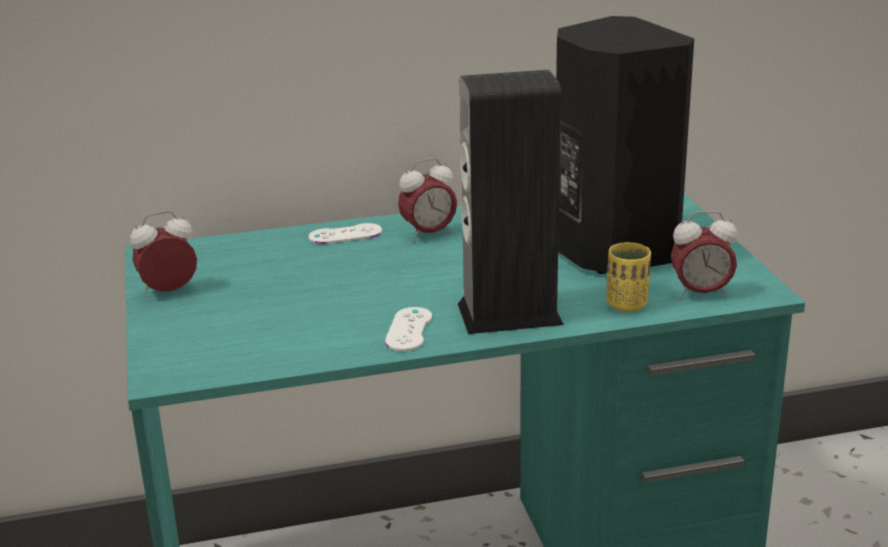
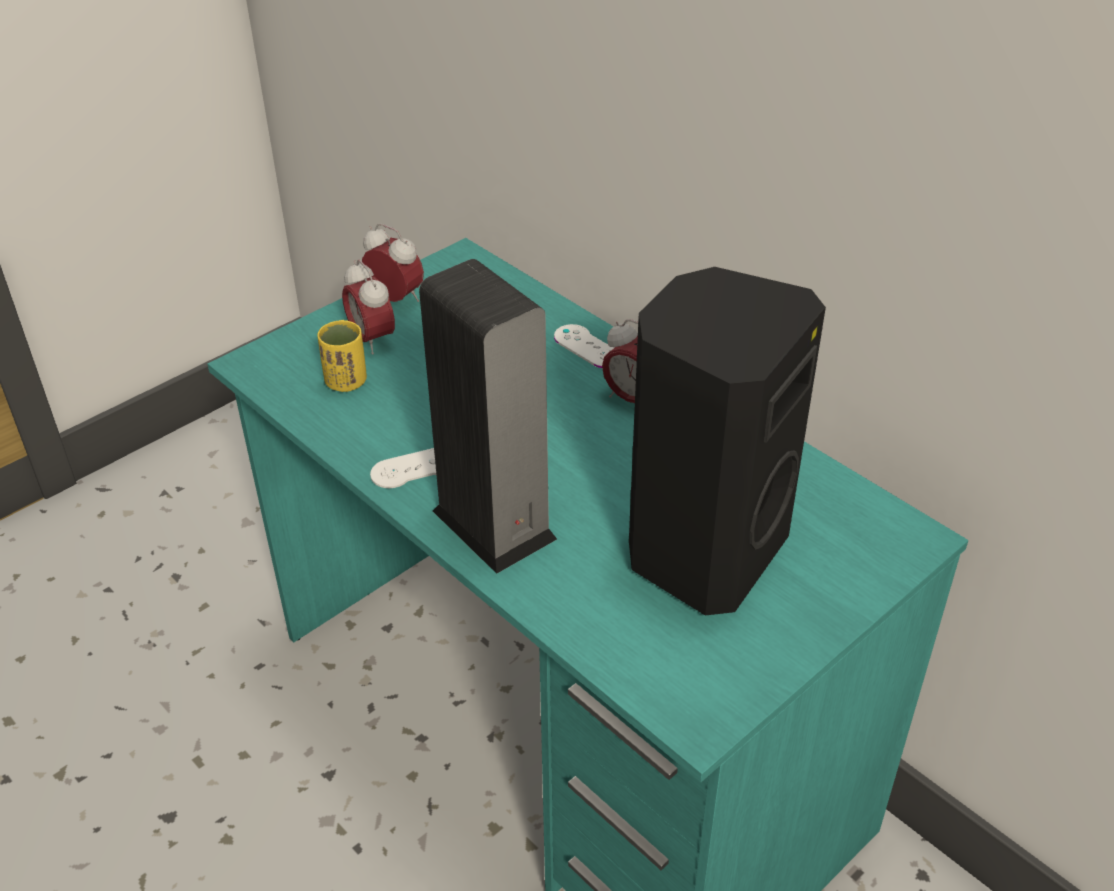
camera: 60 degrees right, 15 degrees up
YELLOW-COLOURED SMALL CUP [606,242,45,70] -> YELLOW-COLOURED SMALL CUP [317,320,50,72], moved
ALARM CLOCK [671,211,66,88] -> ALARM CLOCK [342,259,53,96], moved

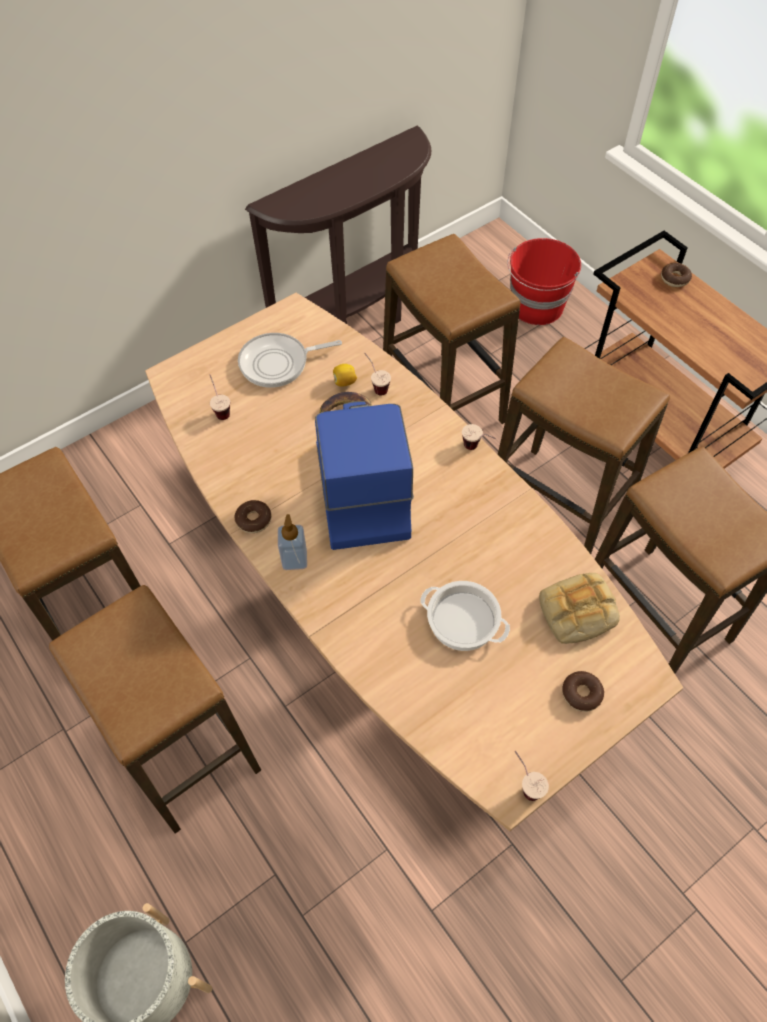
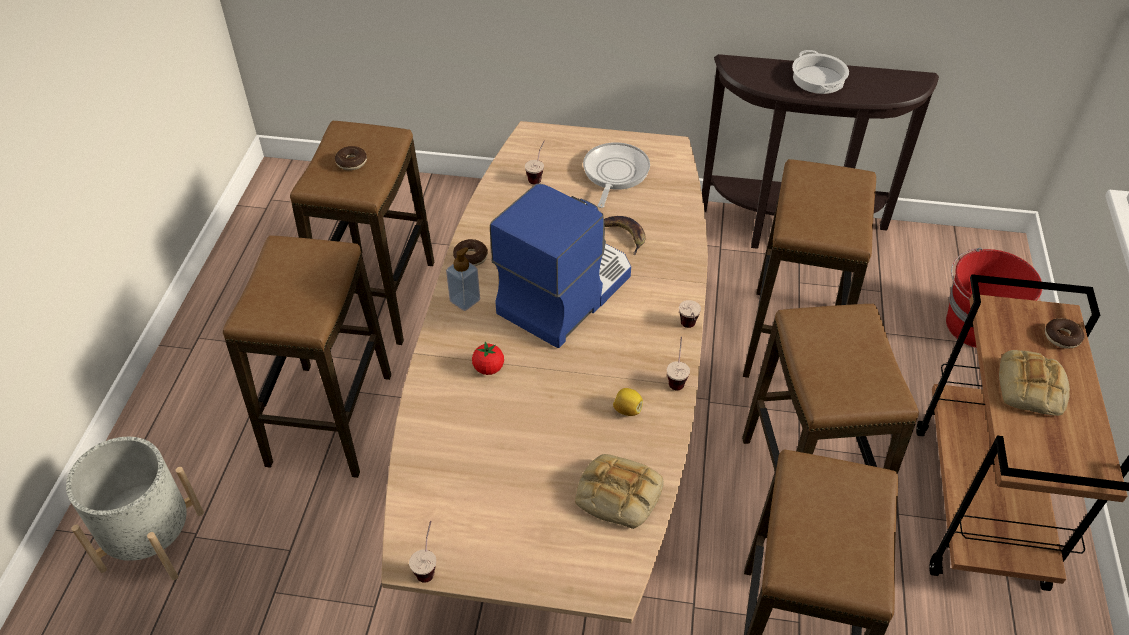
camera: 45 degrees right, 10 degrees down
none -> FRESH TOMATO [472,342,32,33]
none -> BAKED BREAD [999,350,71,66]
CITRUS FRUIT [333,364,24,23] -> CITRUS FRUIT [613,388,30,28], moved
SMALL CUP [364,353,27,42] -> SMALL CUP [667,337,23,54], moved
STOCKPOT [421,581,89,70] -> STOCKPOT [792,50,57,44], moved
DOUGHNUT [562,671,42,41] -> DOUGHNUT [335,146,32,24], moved
FRYING PAN [238,333,104,55] -> FRYING PAN [583,142,67,66], 75 degrees clockwise

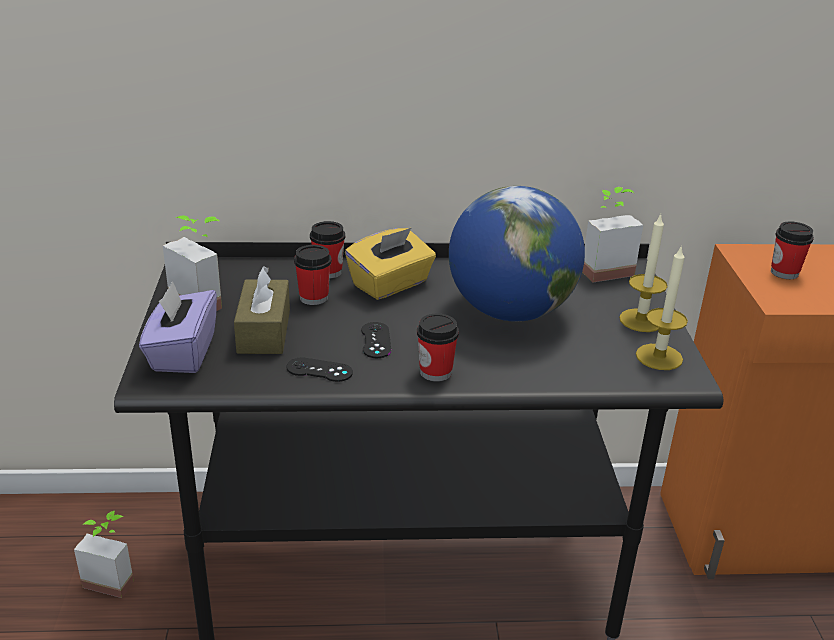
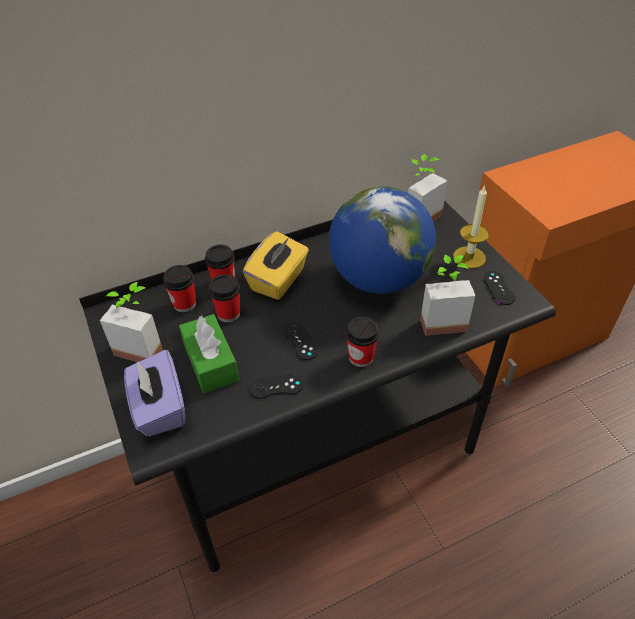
camera: 20 degrees left, 15 degrees up
POTTED PLANT [74,511,60,87] -> POTTED PLANT [420,255,55,81], moved
SMALL CUP [771,221,43,58] -> SMALL CUP [163,265,33,48], moved
CANDLE [636,245,52,125] -> BLACKISH GAMEPAD [483,271,32,34]
BROWNISH TISSUE BOX [234,266,56,88] -> GREEN TISSUE BOX [179,314,60,79]

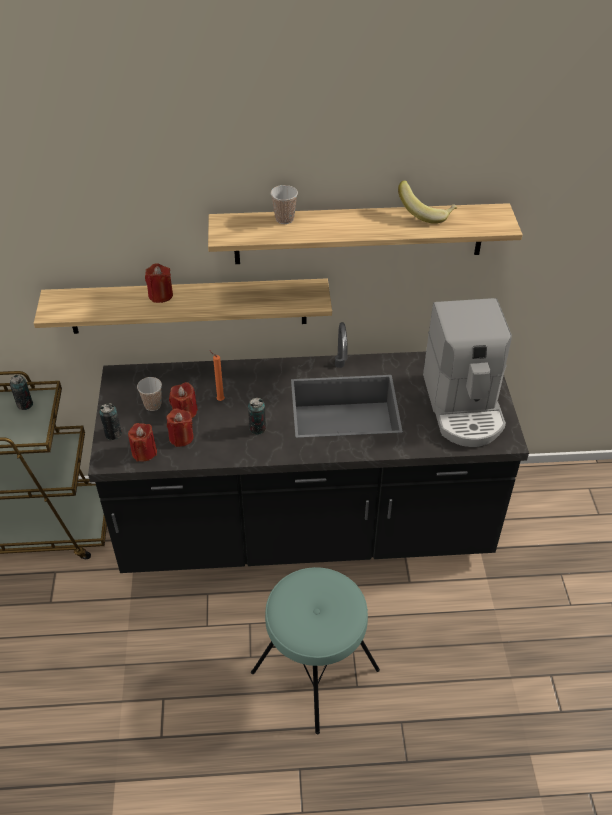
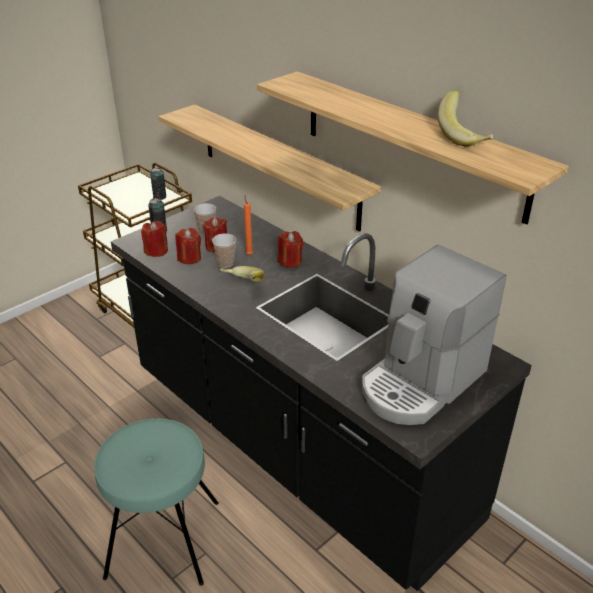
camera: 50 degrees right, 10 degrees down
RED-COLOURED CANDLE [145,263,28,40] -> RED-COLOURED CANDLE [278,231,26,37], moved
SMALL CUP [271,185,27,39] -> SMALL CUP [212,233,24,35], moved
METAL CAN [248,398,18,37] -> WHOLE BANANA [220,266,44,16]

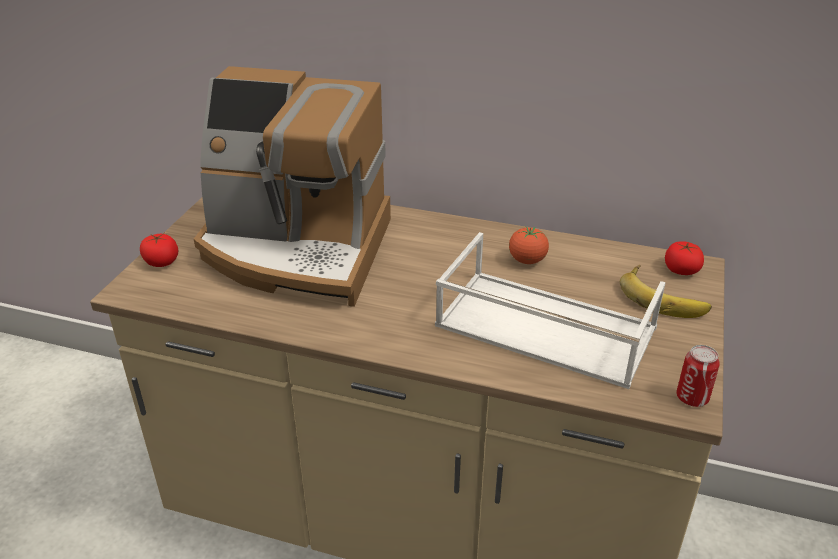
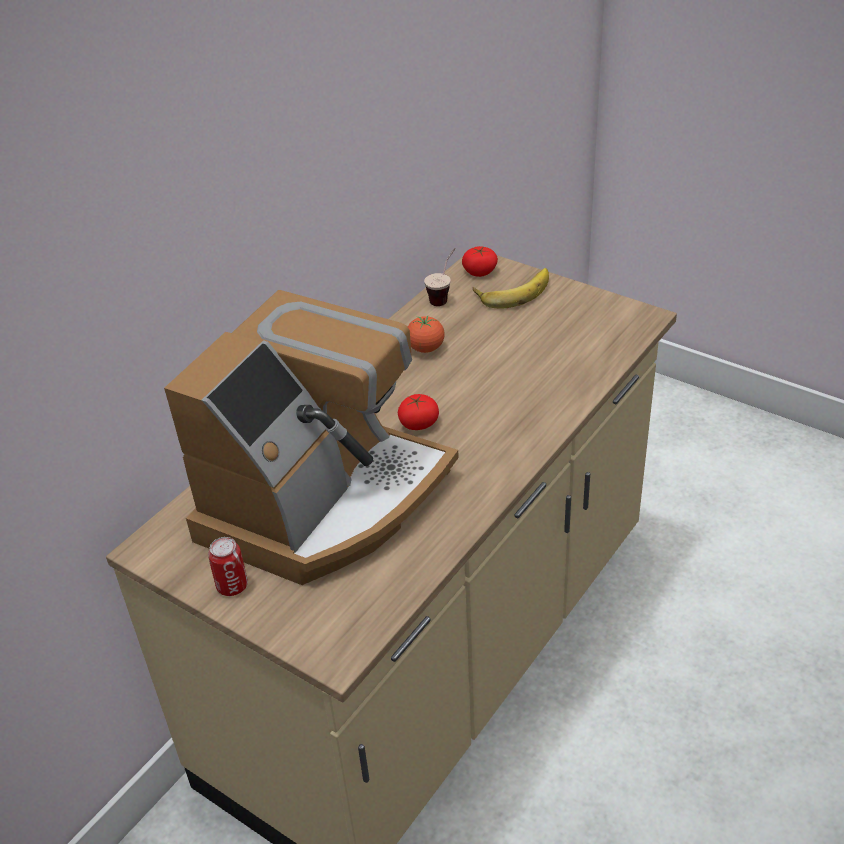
camera: 70 degrees left, 5 degrees up
WHITE CARRYING TRAY [435,232,231,157] -> none
none -> SMALL CUP [424,248,31,58]
FRESH TOMATO [140,234,38,33] -> FRESH TOMATO [398,394,41,36], moved
METAL CAN [676,345,44,62] -> METAL CAN [208,537,40,59], moved

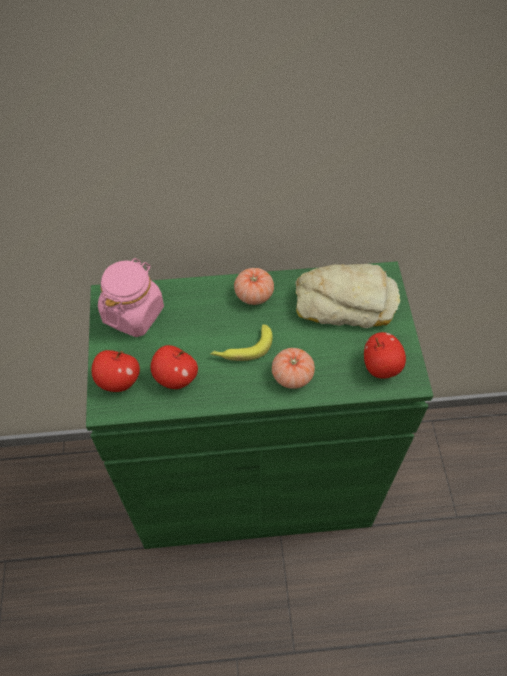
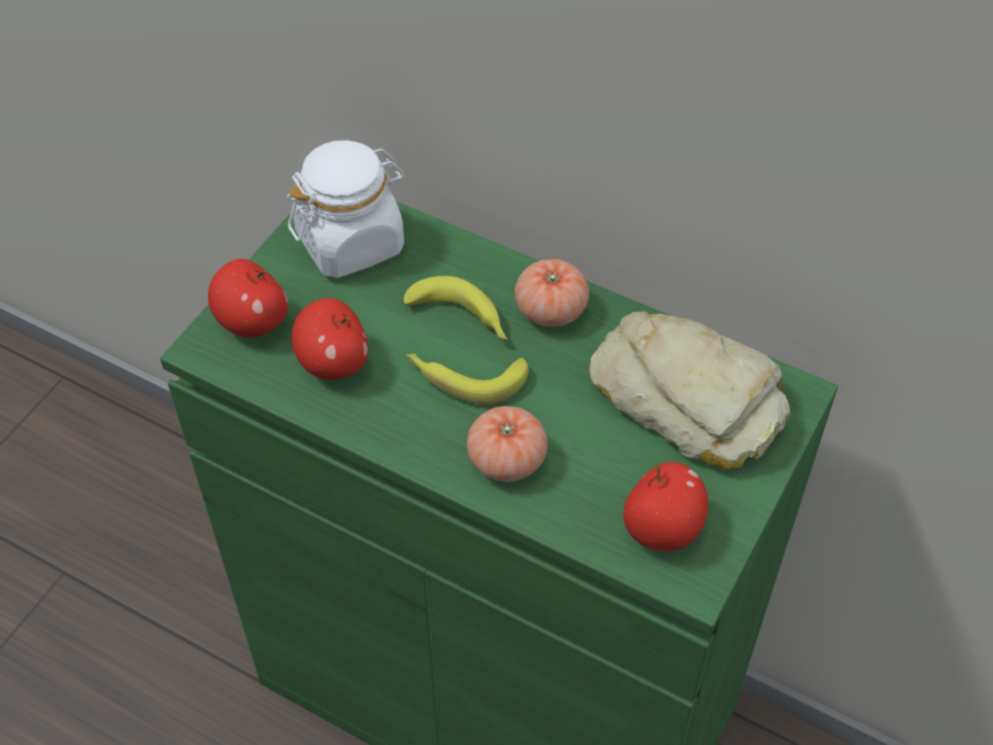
camera: 35 degrees right, 5 degrees down
none -> WHOLE BANANA [403,276,105,64]
PINKISH JAR [98,258,66,79] -> WHITE JAR [287,140,117,138]

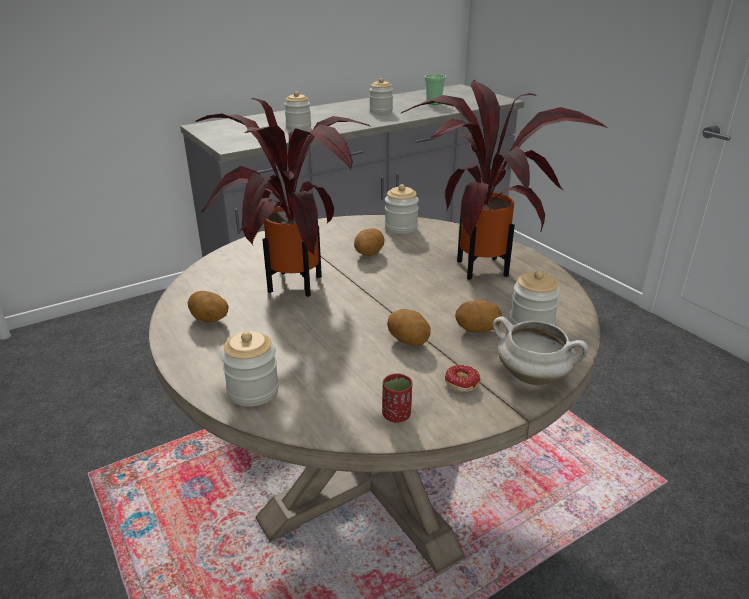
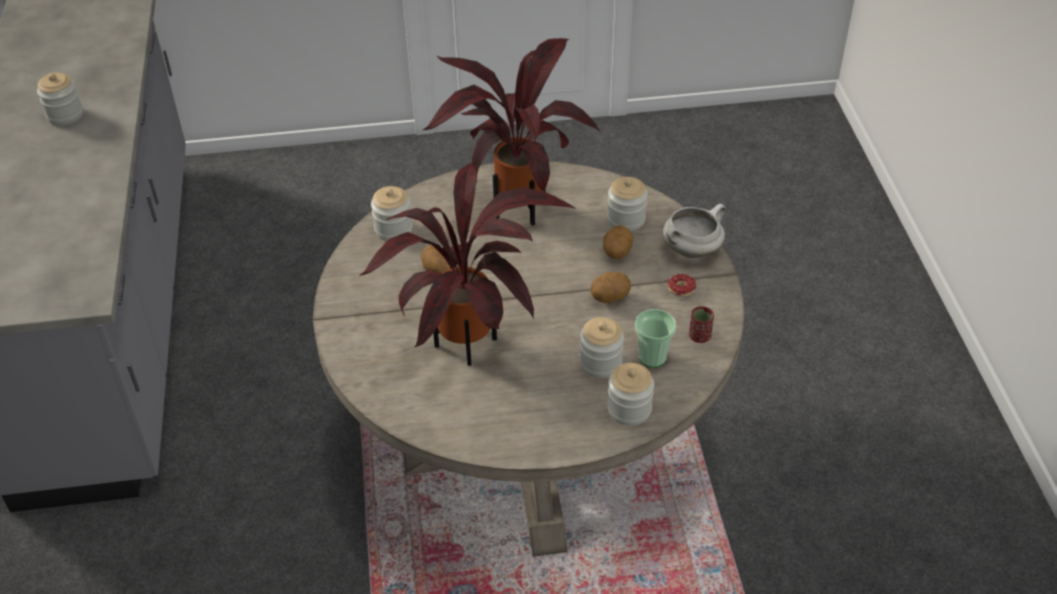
camera: 65 degrees left, 15 degrees up
WHOLE POTATO [188,291,41,31] -> none
JAR [284,91,27,39] -> JAR [579,317,45,61], moved
SMALL CUP [424,74,22,31] -> SMALL CUP [635,309,41,59], moved

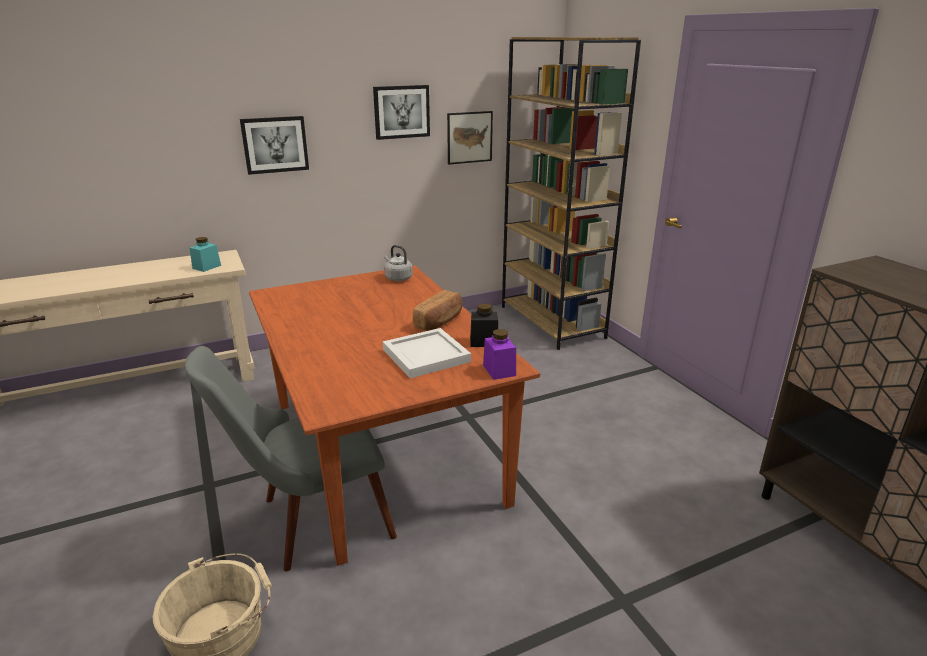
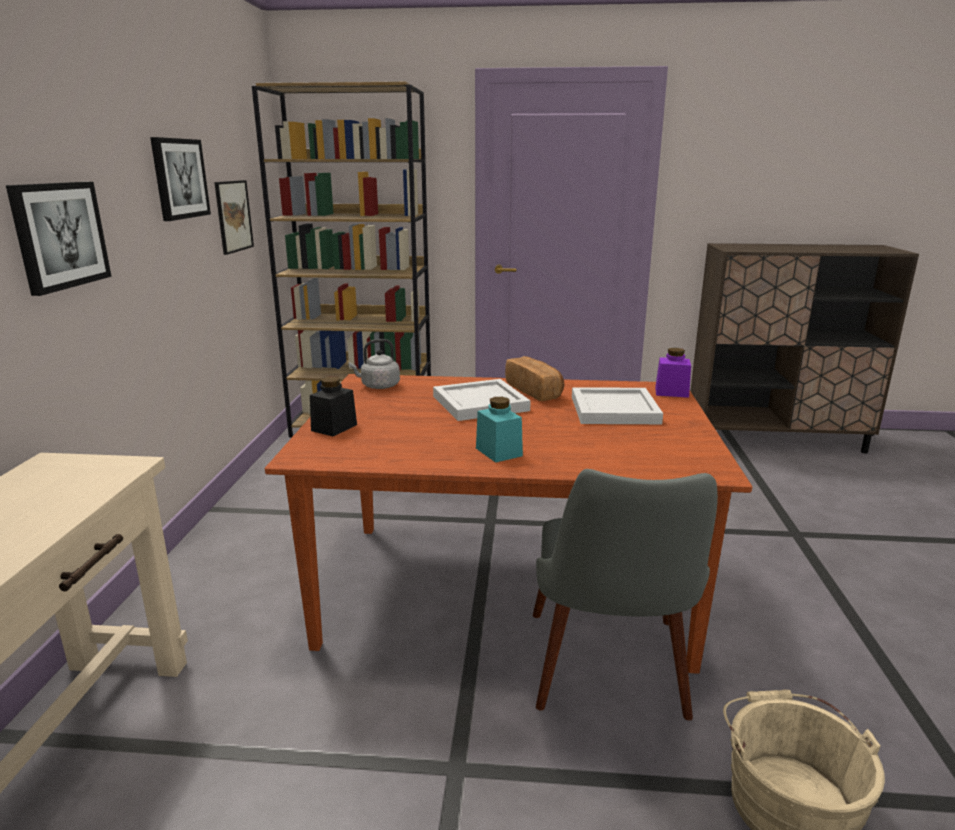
camera: 60 degrees left, 5 degrees down
none -> WHITE CARRYING TRAY [433,379,98,42]
BLUE-GREEN JAR [190,237,31,35] -> BLUE-GREEN JAR [476,397,47,66], moved
BLACKISH JAR [470,303,28,44] -> BLACKISH JAR [310,377,47,59], moved

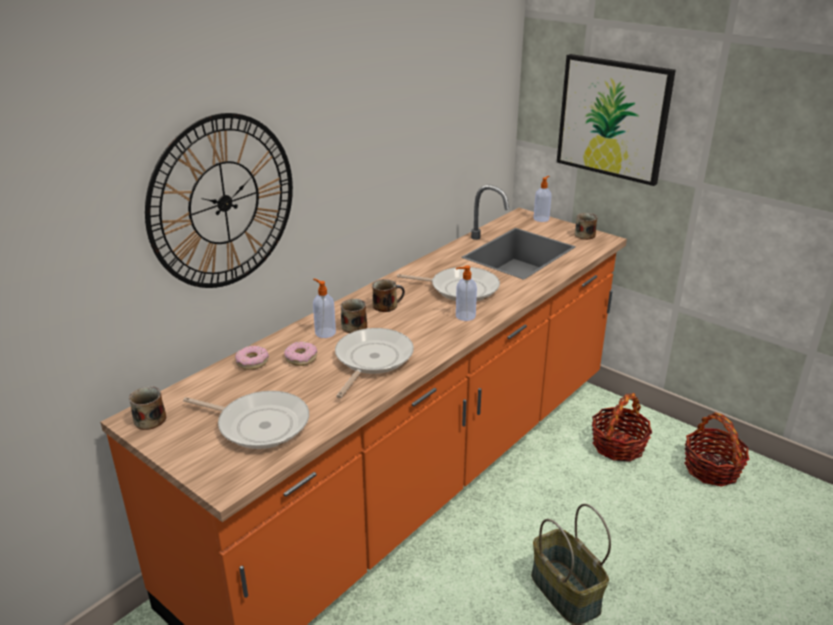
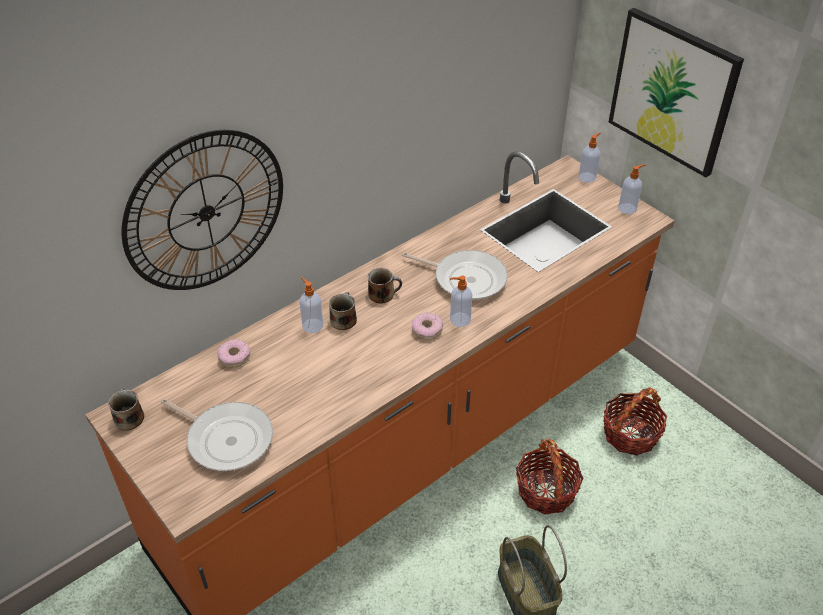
camera: 10 degrees right, 15 degrees up
FRYING PAN [335,328,79,70] -> none
DOUGHNUT [284,342,33,24] -> DOUGHNUT [412,313,31,27], moved
BASKET [684,412,65,75] -> BASKET [516,439,68,76], moved
TEA MUG [575,213,22,27] -> SOAP BOTTLE [618,164,27,50]

